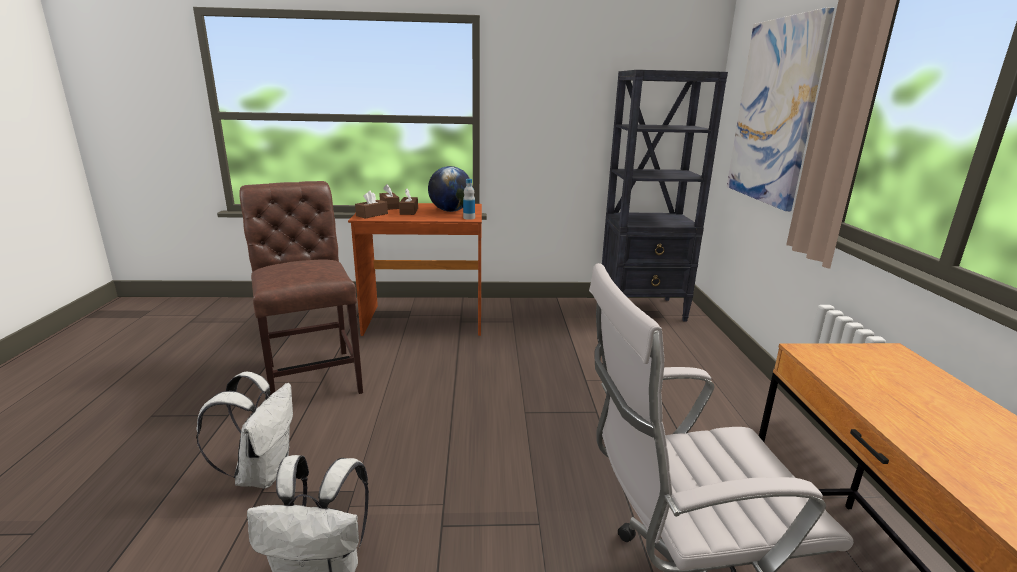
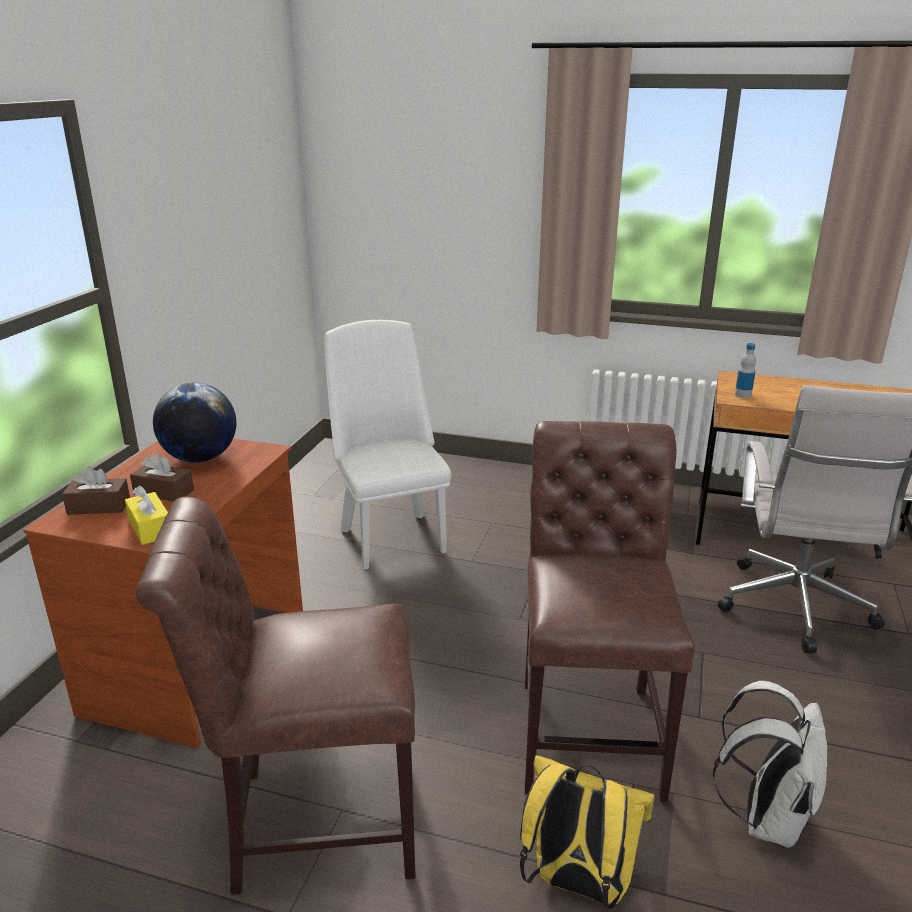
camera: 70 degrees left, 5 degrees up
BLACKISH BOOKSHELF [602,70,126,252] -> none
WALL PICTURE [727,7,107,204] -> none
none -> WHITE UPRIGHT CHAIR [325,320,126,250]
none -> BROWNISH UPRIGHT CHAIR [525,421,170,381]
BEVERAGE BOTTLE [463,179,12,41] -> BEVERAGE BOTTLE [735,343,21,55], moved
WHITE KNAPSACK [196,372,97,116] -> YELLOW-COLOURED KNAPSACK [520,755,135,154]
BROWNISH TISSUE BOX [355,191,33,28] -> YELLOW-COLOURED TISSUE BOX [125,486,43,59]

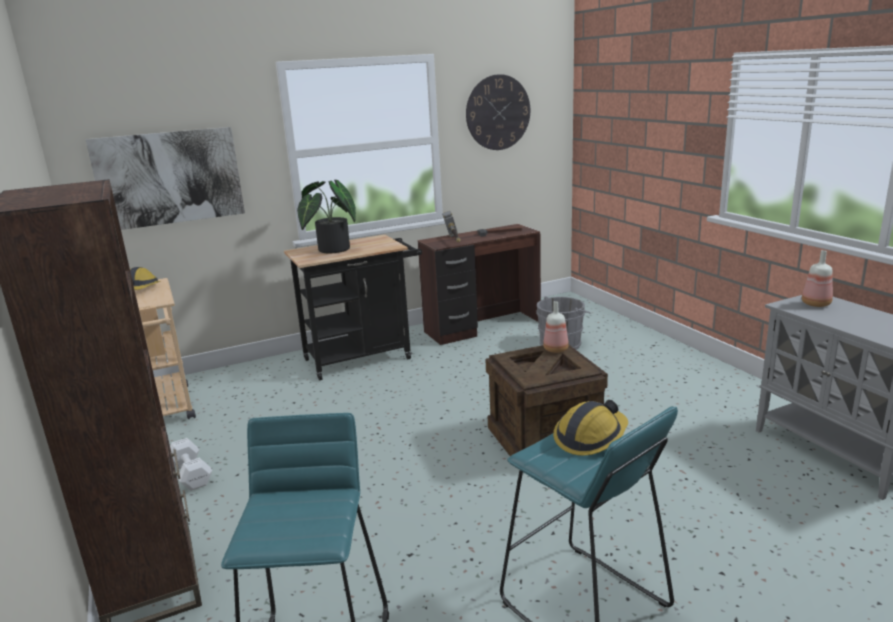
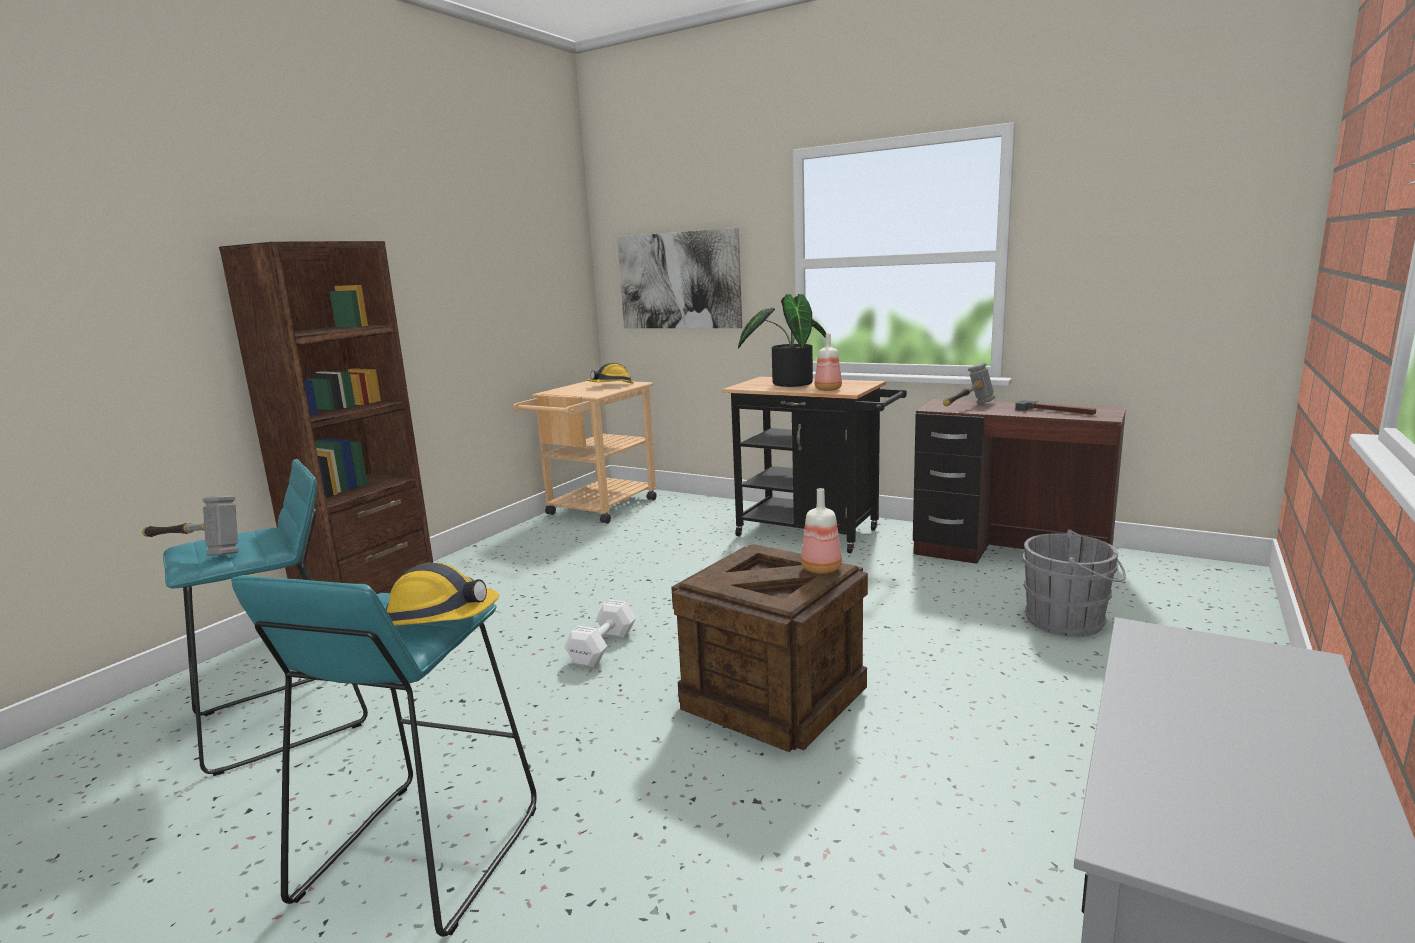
camera: 55 degrees right, 5 degrees down
WALL CLOCK [466,74,64,76] -> none
none -> TOOL HAMMER [142,495,97,61]
WHITE FREE WEIGHT [170,438,42,53] -> WHITE FREE WEIGHT [564,599,72,68], moved
BEVERAGE BOTTLE [802,250,31,57] -> BEVERAGE BOTTLE [815,333,27,58], moved

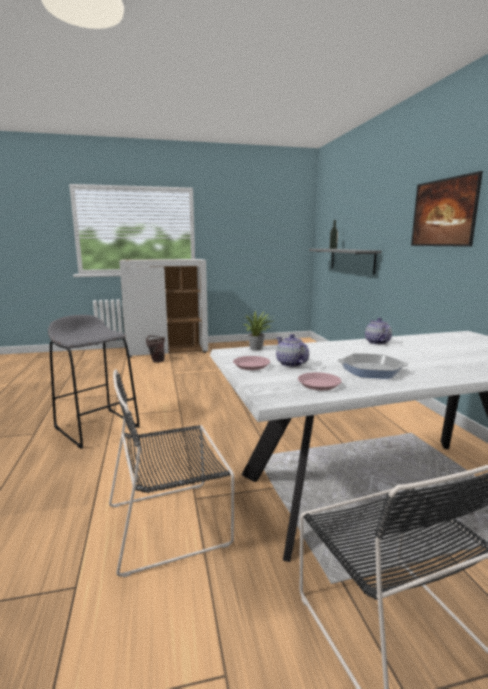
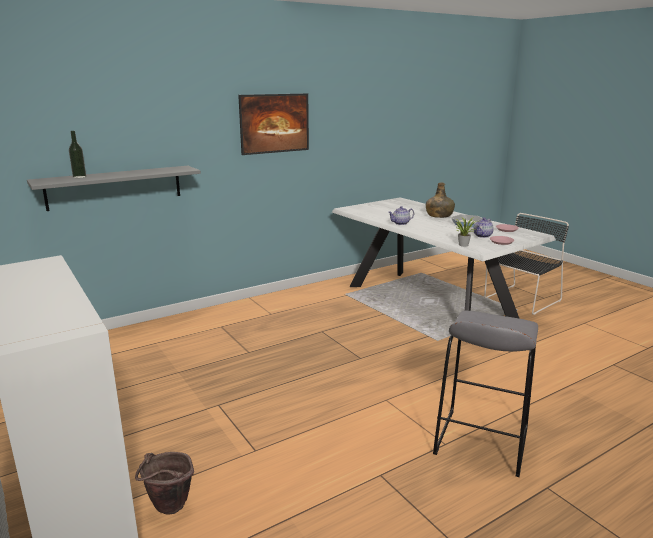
camera: 110 degrees left, 5 degrees up
BLACKISH UPRIGHT CHAIR [109,369,125,209] -> none
none -> GREEN BEVERAGE BOTTLE [426,183,29,35]

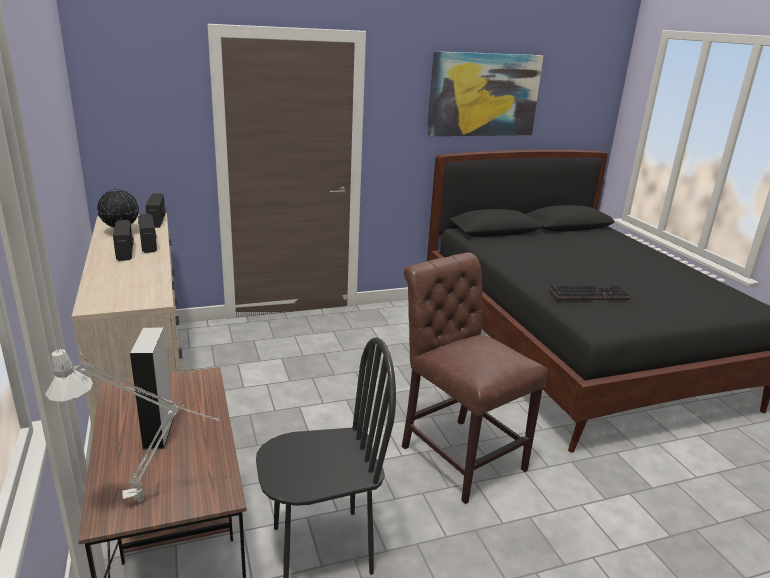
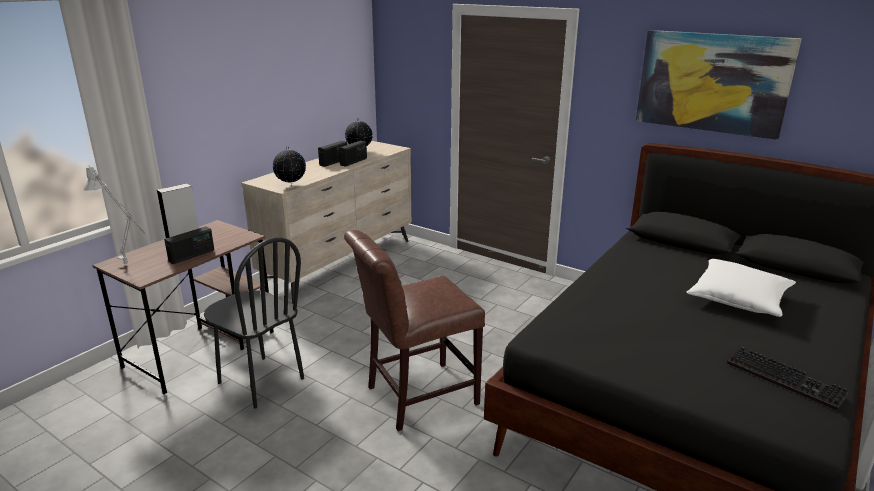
camera: 55 degrees right, 0 degrees up
none -> GLOBE [273,146,33,40]
none -> WHITE CUSHION [687,259,109,58]
RADIO RECEIVER [145,194,21,34] -> RADIO RECEIVER [164,226,50,38], moved
KEYBOARD [549,285,81,15] -> KEYBOARD [727,346,122,64], moved
BROWNISH UPRIGHT CHAIR [402,252,145,252] -> BROWNISH UPRIGHT CHAIR [344,230,141,201], 135 degrees counterclockwise

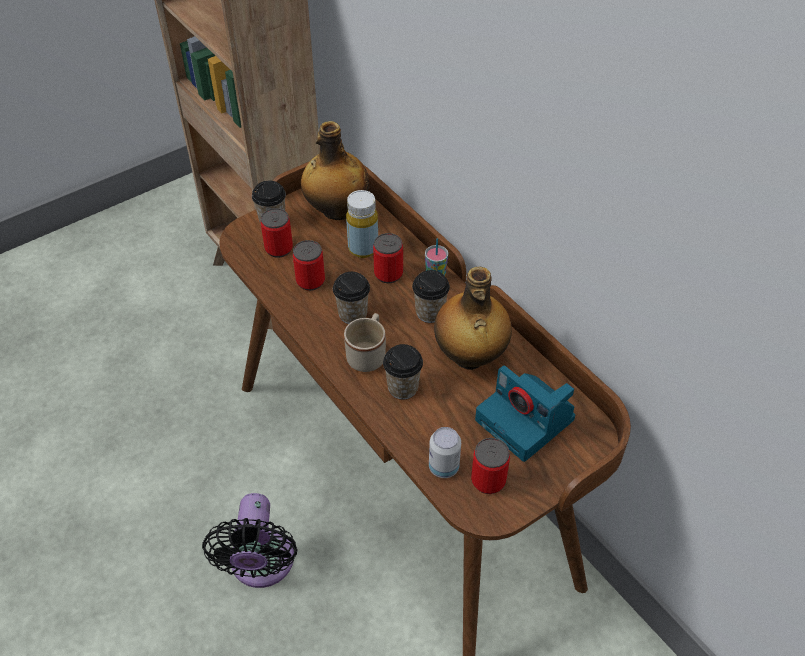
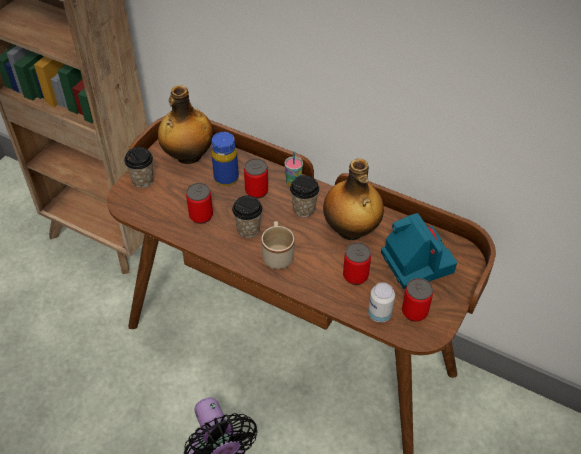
camera: 25 degrees left, 0 degrees up
SMALL CUP [383,344,40,56] -> none
METAL CAN [261,208,32,50] -> METAL CAN [343,242,28,43], moved
YELLOW-COLOURED BEVERAGE BOTTLE [346,190,32,68] -> BLUISH BEVERAGE BOTTLE [211,132,28,54]
STILL CAMERA [475,365,100,97] -> STILL CAMERA [381,213,76,76], 135 degrees counterclockwise

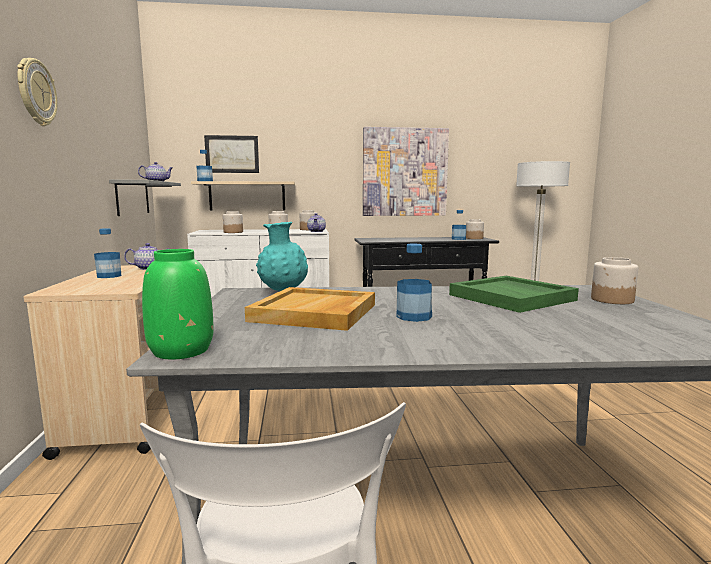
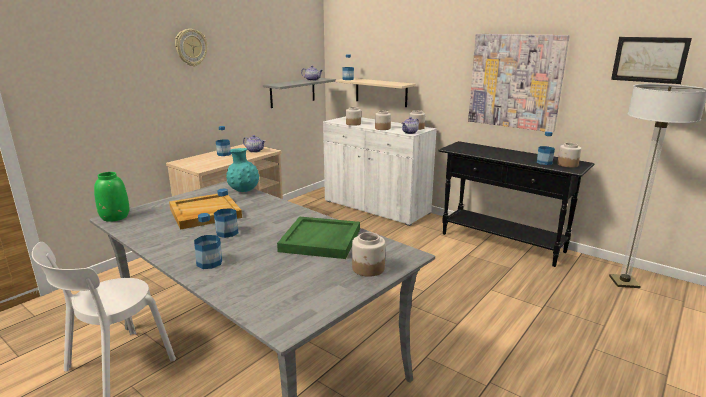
camera: 45 degrees right, 10 degrees up
none -> BEVERAGE BOTTLE [194,213,28,56]
WALL PICTURE [204,135,55,38] -> WALL PICTURE [611,37,81,47], moved

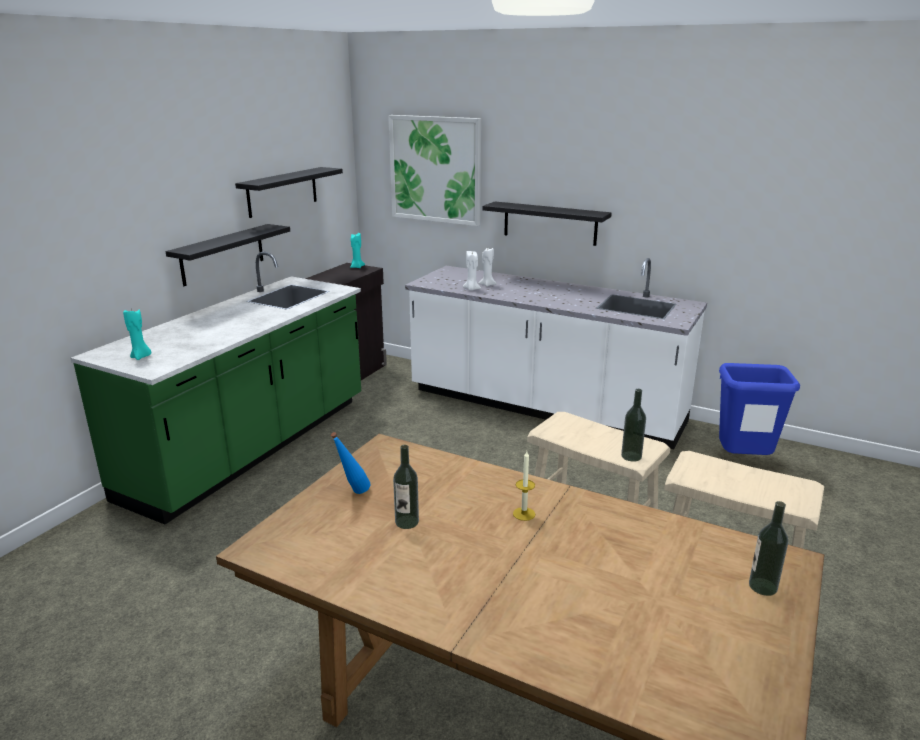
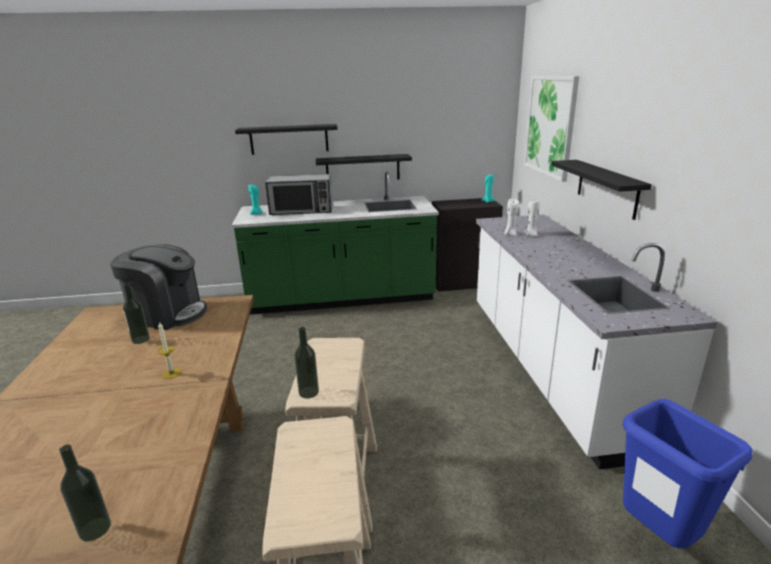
camera: 55 degrees right, 0 degrees up
none -> MICROWAVE [265,174,68,41]
BLACKISH SHELF [235,167,108,51] -> BLACKISH SHELF [235,124,103,31], moved
BLUISH BEVERAGE BOTTLE [331,432,40,62] -> COFFEE BREWER [110,244,97,86]

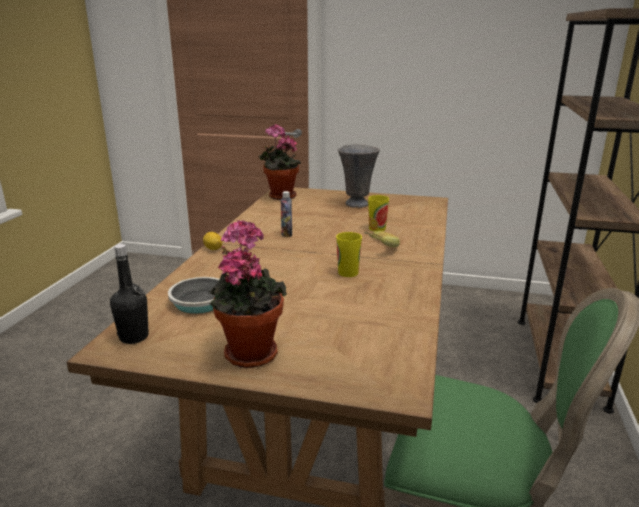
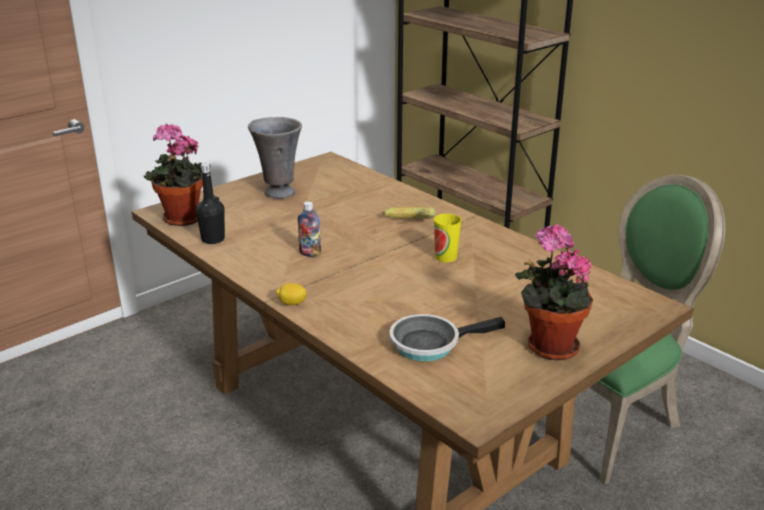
camera: 55 degrees left, 5 degrees up
SMALL CUP [368,195,21,36] -> none
BLACKISH BEVERAGE BOTTLE [110,244,39,100] -> BLACKISH BEVERAGE BOTTLE [196,163,29,81], moved

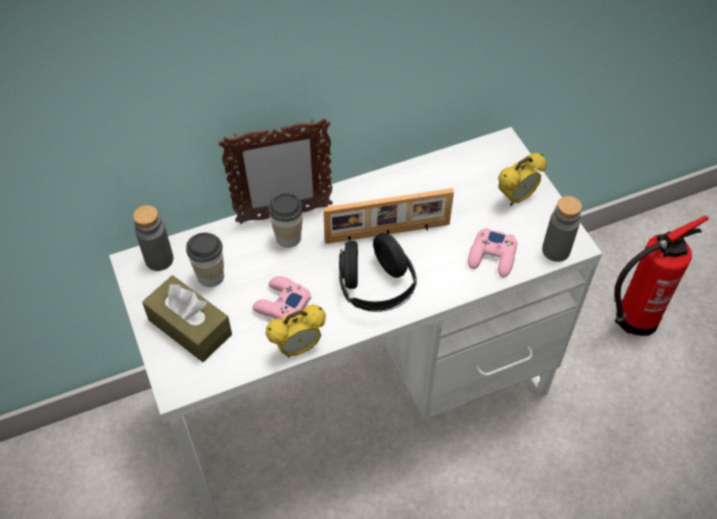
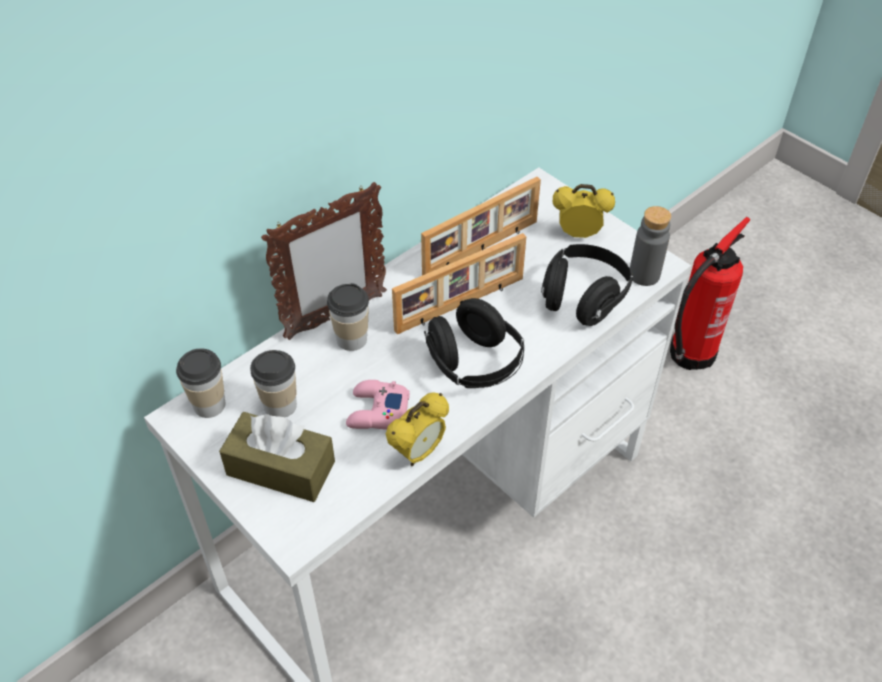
camera: 20 degrees left, 5 degrees down
none -> PICTURE FRAME [421,177,120,98]
GREYISH BEVERAGE BOTTLE [133,205,40,66] -> SMALL CUP [176,349,49,69]
PINKISH GAMEPAD [468,228,49,49] -> BLACKISH PAIR OF HEADPHONES [541,244,92,82]
ALARM CLOCK [498,153,49,53] -> ALARM CLOCK [553,184,62,54], 120 degrees counterclockwise

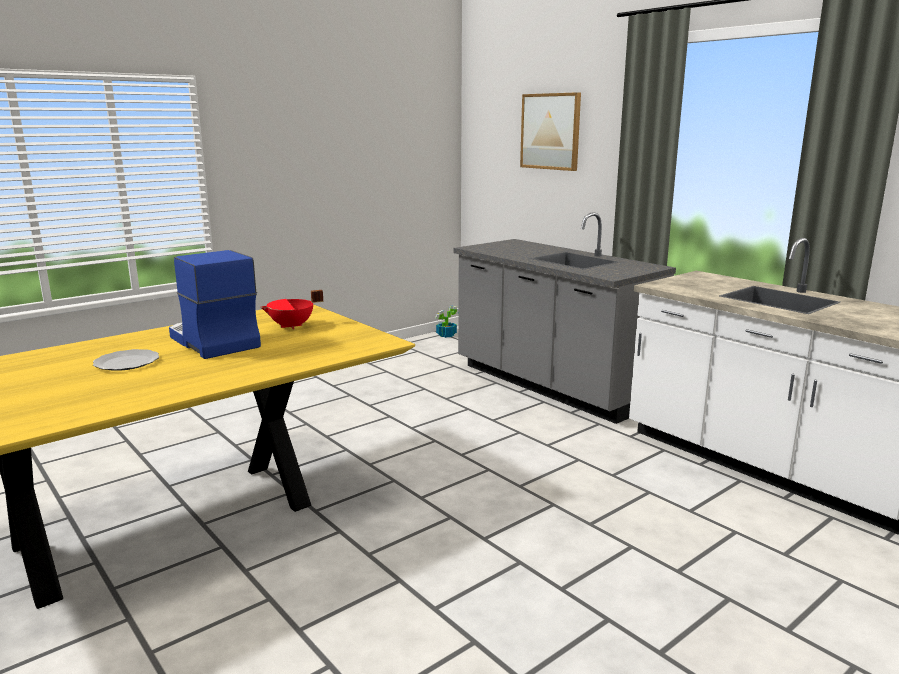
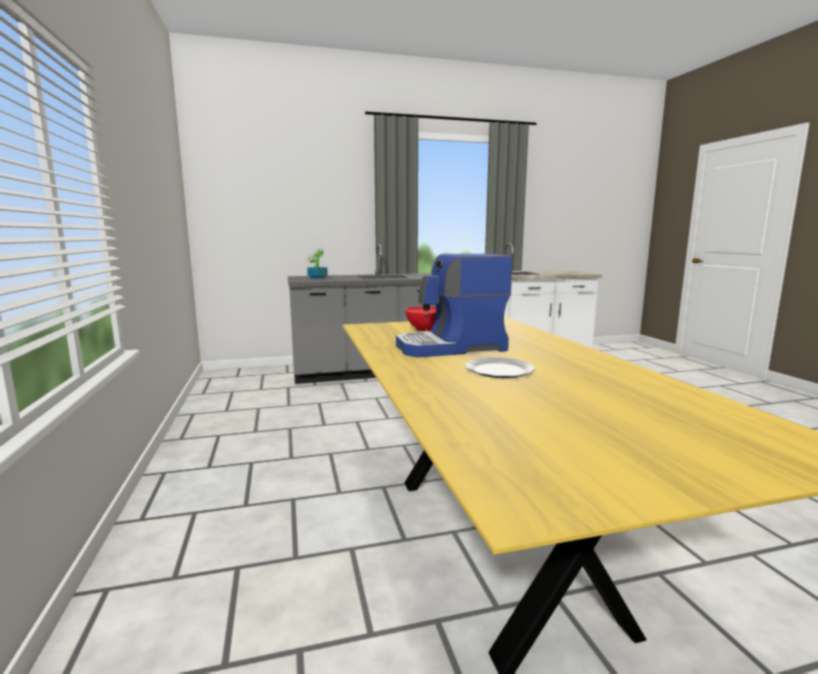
camera: 65 degrees left, 5 degrees down
WALL PICTURE [520,92,61,79] -> none
POTTED PLANT [435,306,23,32] -> POTTED PLANT [306,249,22,30], moved

